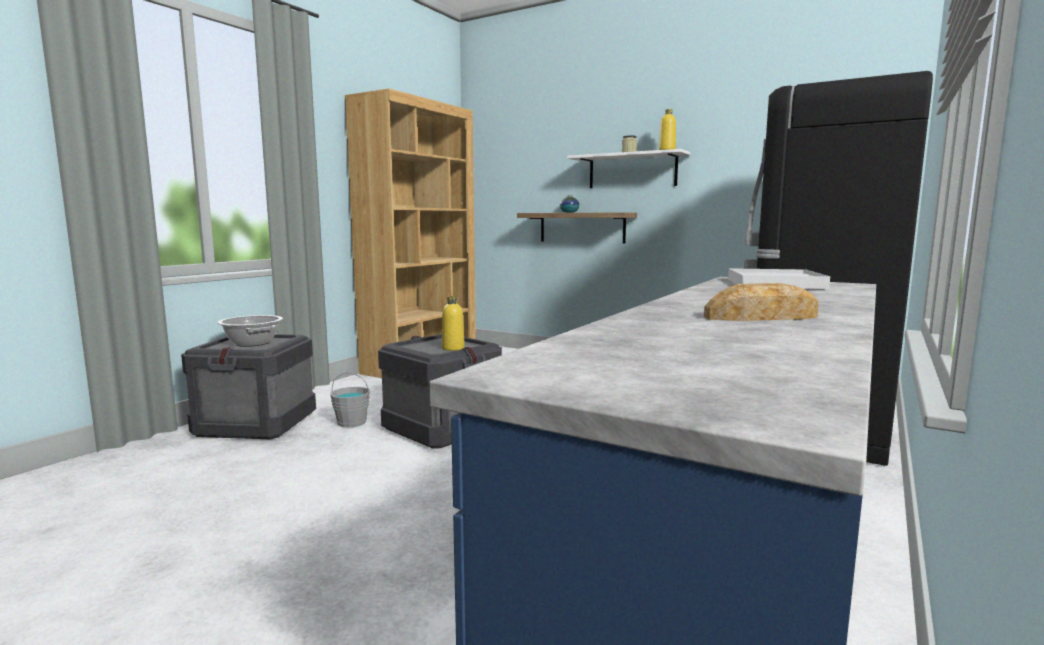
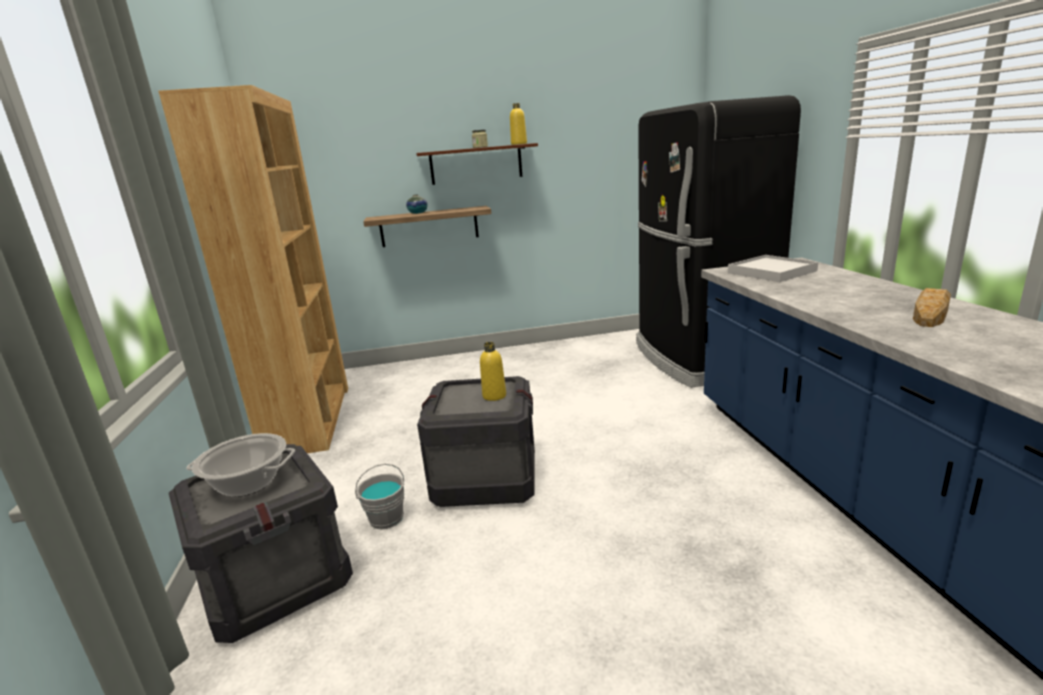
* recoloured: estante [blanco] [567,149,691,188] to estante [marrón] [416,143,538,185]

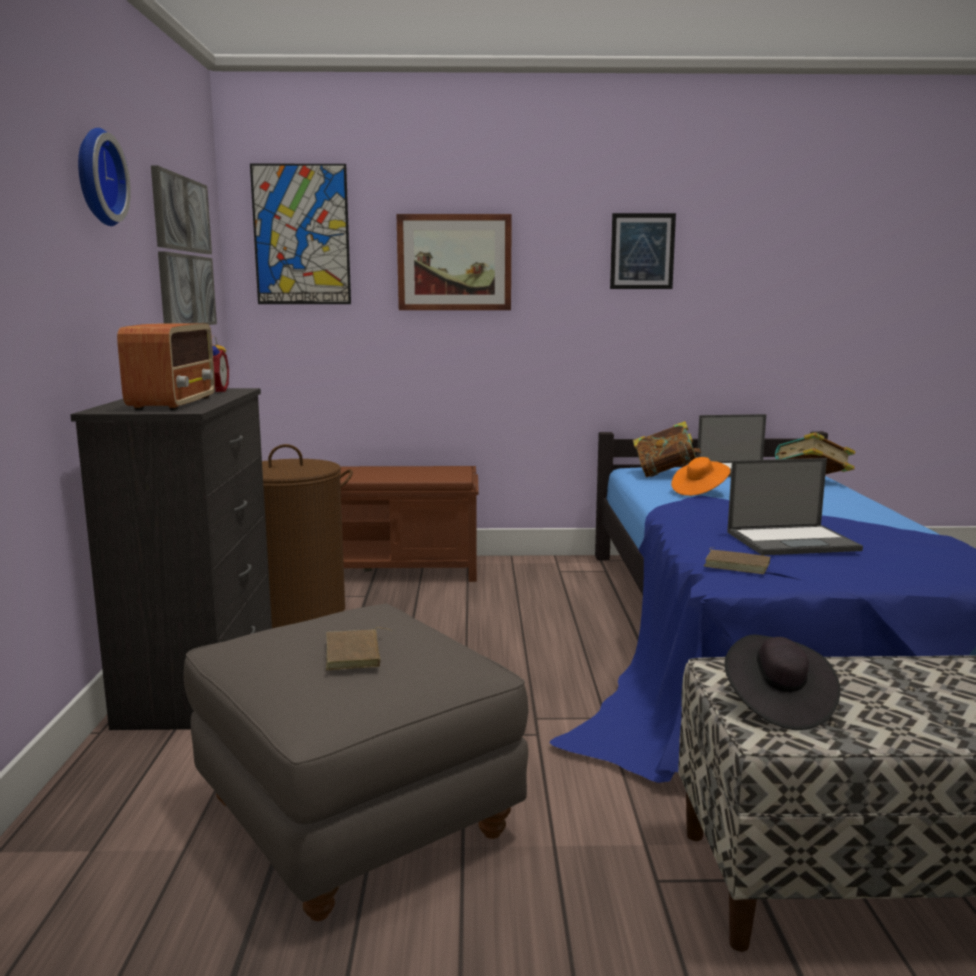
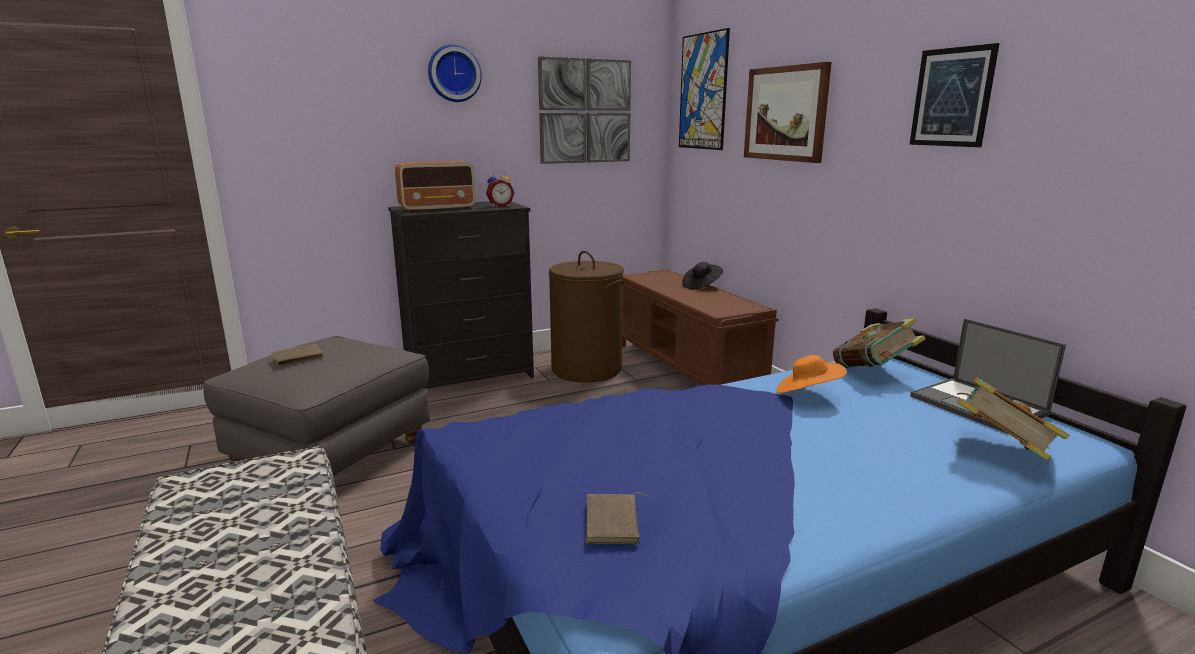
* removed: portátil [727,458,863,555]
* moved: libro [marrón] [704,547,770,574] to [586,492,650,544]
* moved: sombrero [negro] [724,634,840,730] to [682,262,723,289]

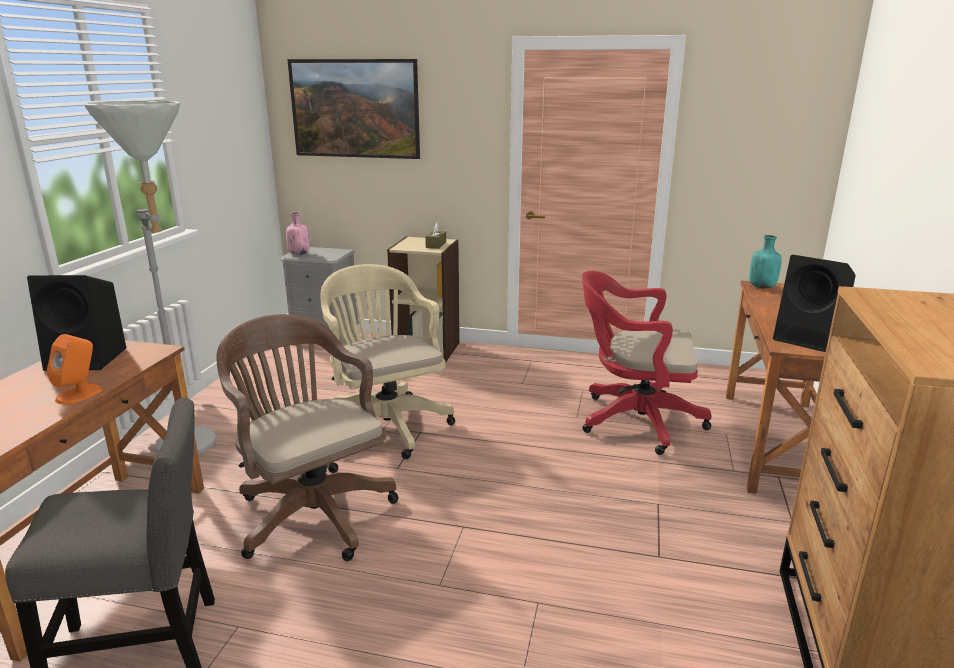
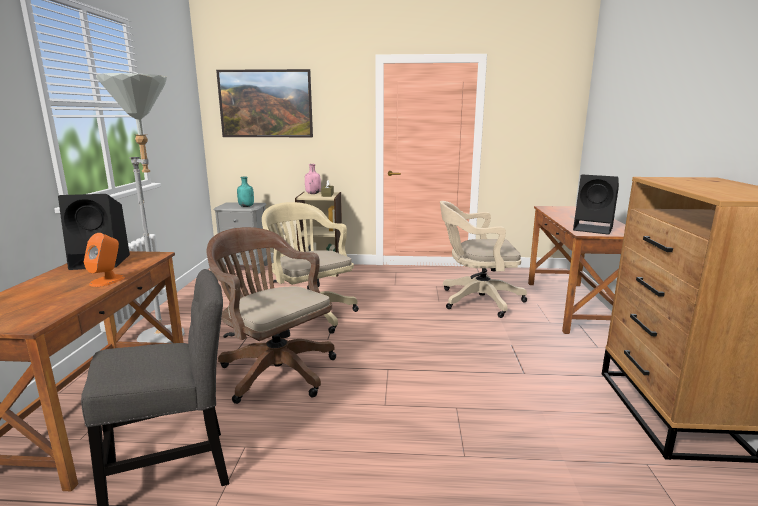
* moved: botella [rosa] [286,212,309,255] to [305,164,321,194]
* moved: botella [turquesa] [749,235,782,289] to [237,177,254,207]
* recoloured: silla de oficina [rojo] [582,271,711,455] to silla de oficina [beis] [440,201,527,318]

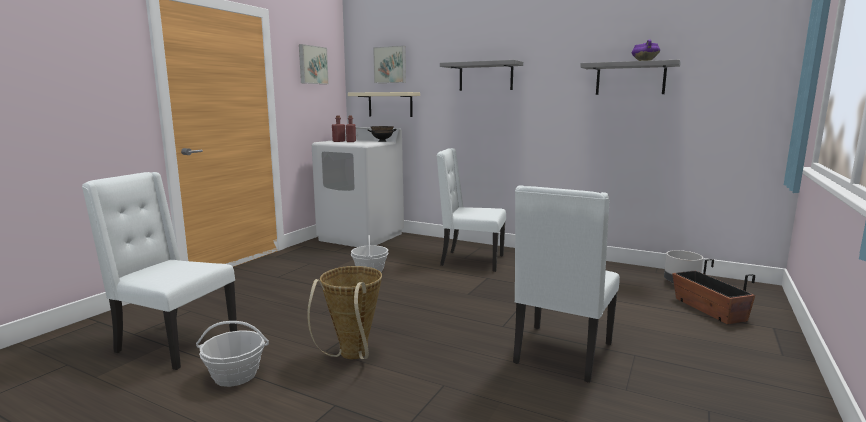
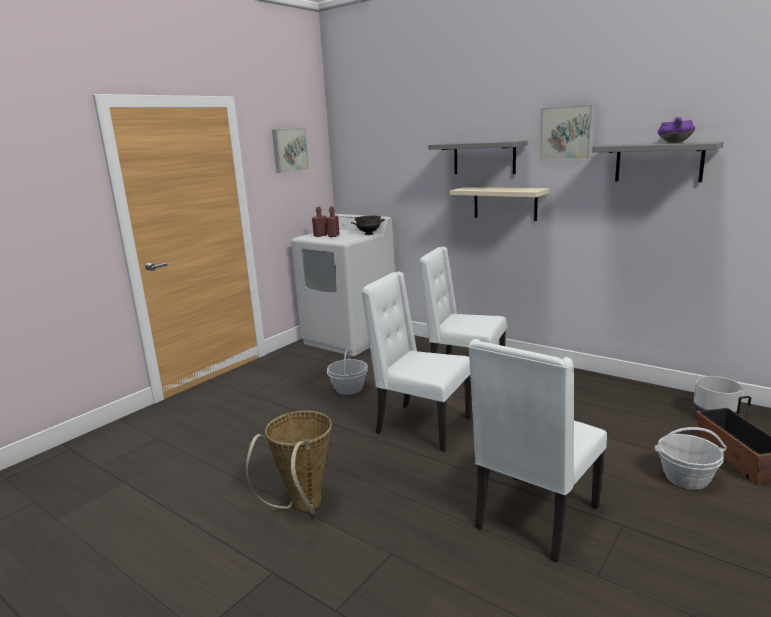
* moved: silla [blanco] [82,172,237,370] to [361,272,472,452]
* moved: cesta [196,321,269,387] to [654,427,727,490]
* moved: estante [beis] [348,92,420,117] to [449,187,550,221]
* moved: cuadro [373,46,406,83] to [540,105,594,160]

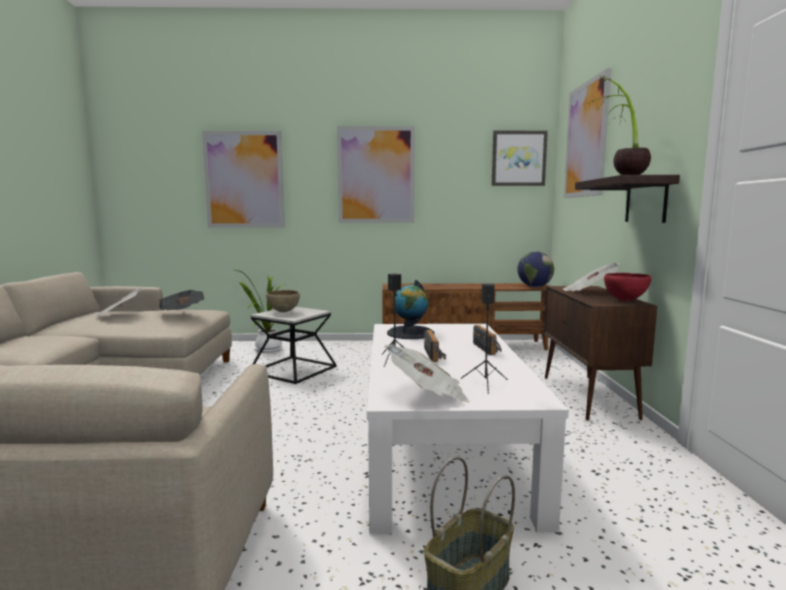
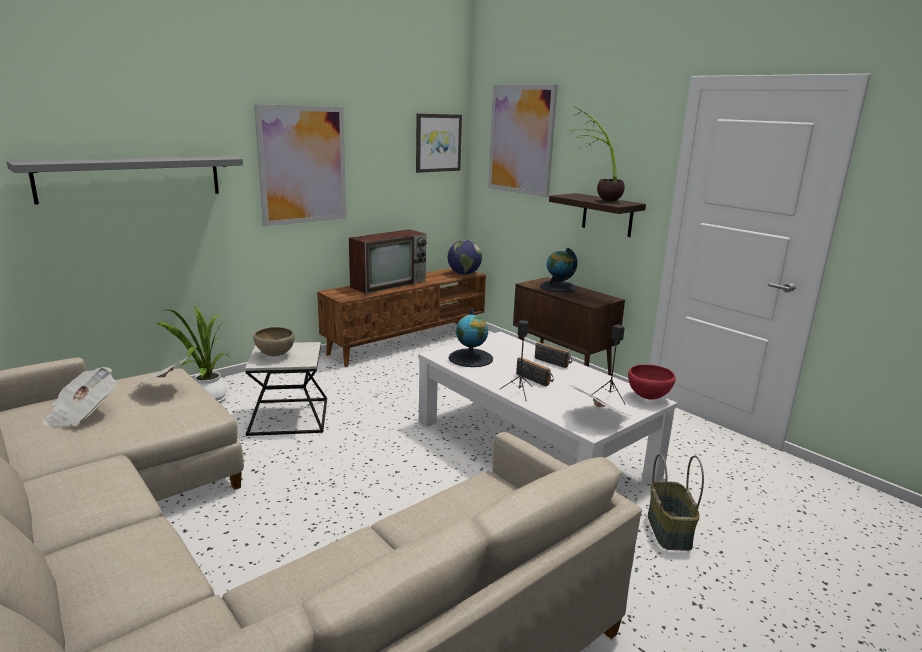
* added: televisor [349,229,427,294]
* moved: cuenco [rojo] [604,273,651,301] to [628,364,676,400]
* replaced: cuadro [202,131,285,228] to estante [gris] [6,156,243,205]
* replaced: periódico [563,263,620,291] to globo terráqueo [540,248,577,292]

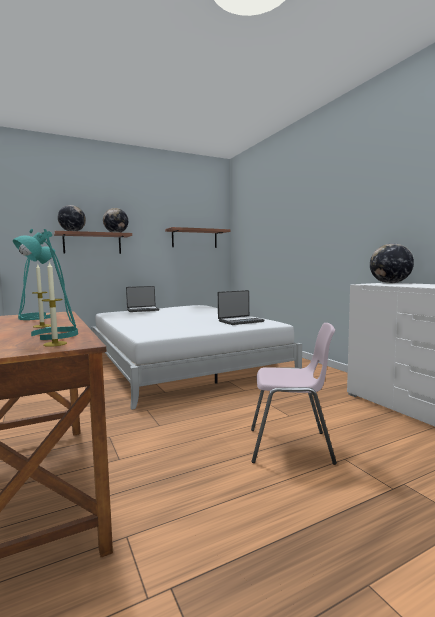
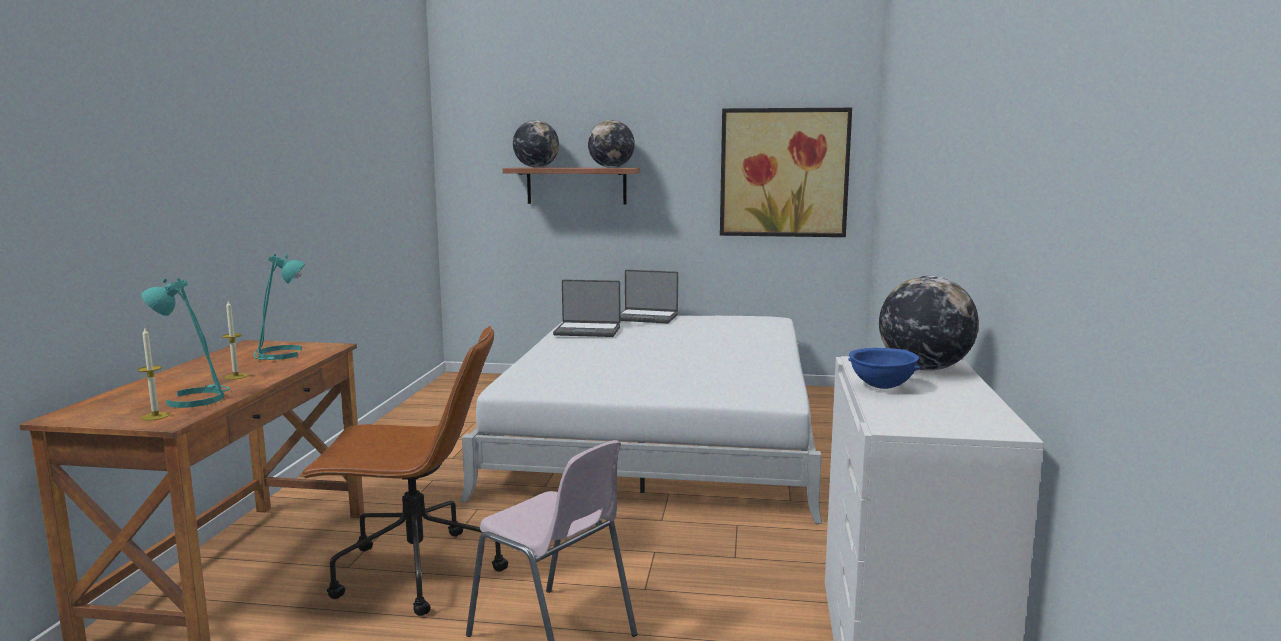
* added: silla de oficina [marrón] [300,326,508,616]
* added: cuenco [azul] [848,348,920,389]
* moved: portátil [218,290,264,325] to [553,280,620,337]
* replaced: estante [165,227,230,248] to cuadro [720,108,852,237]

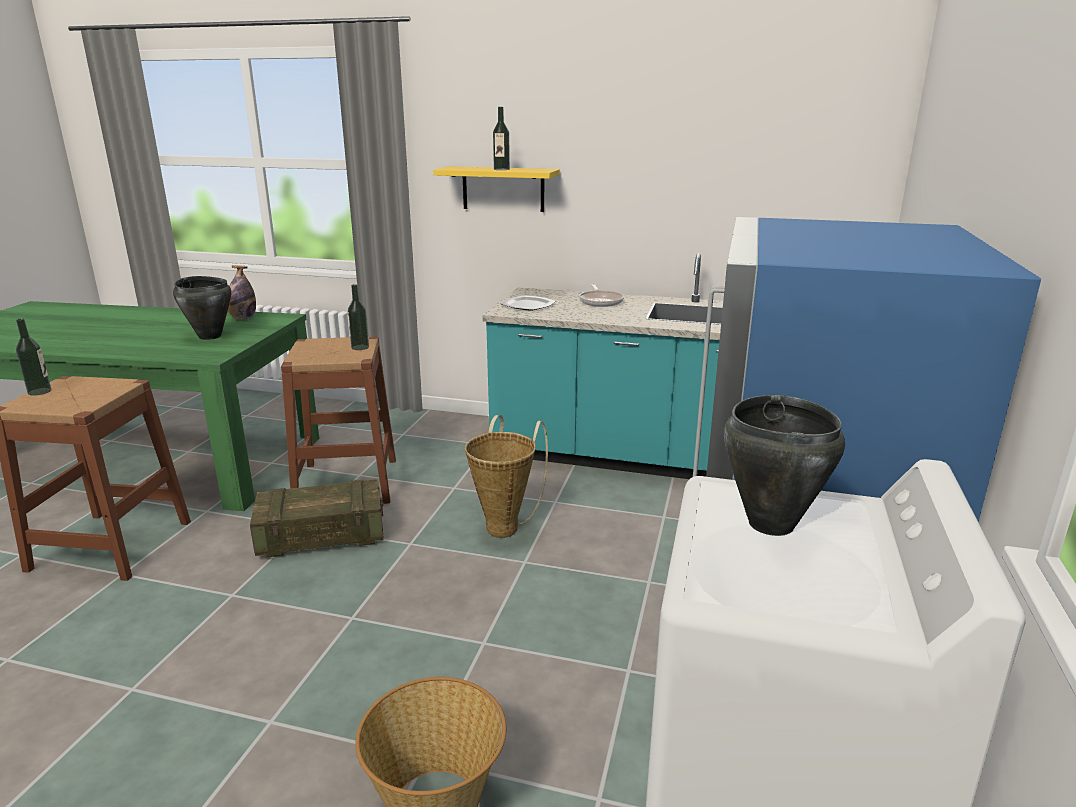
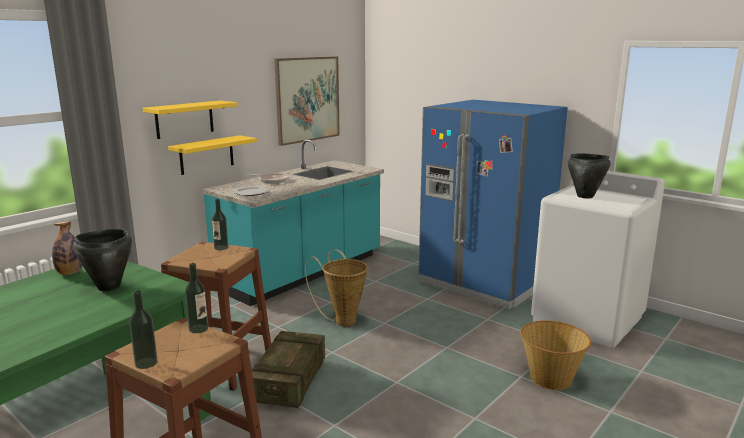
* added: estante [amarillo] [168,135,257,175]
* added: cuadro [274,56,340,146]
* moved: botella [493,107,510,170] to [185,263,209,333]

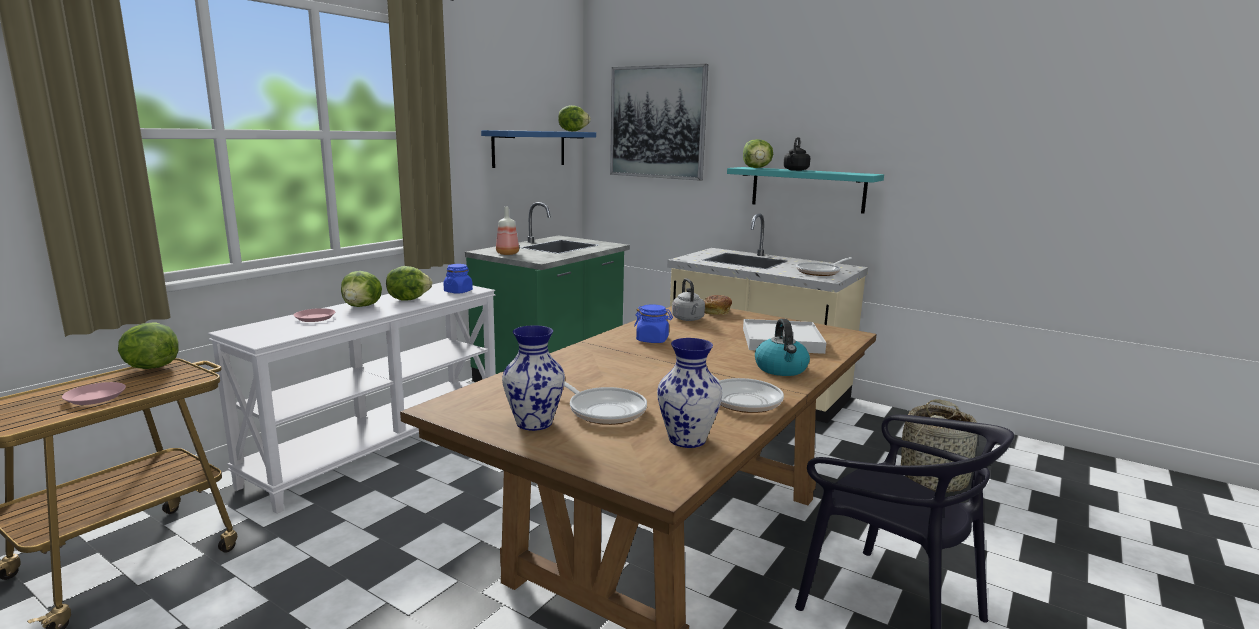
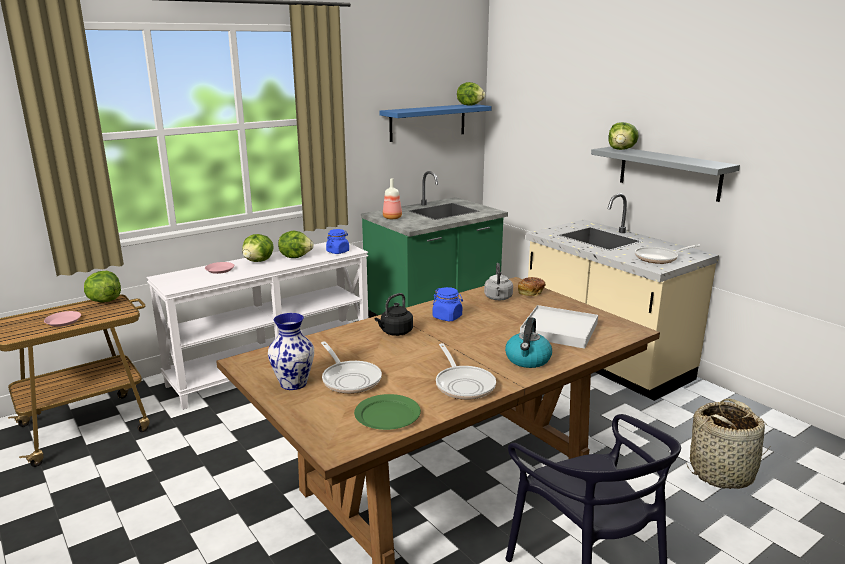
* removed: cuadro [610,64,708,181]
* moved: hervidor [negro] [783,137,810,171] to [375,293,413,336]
* replaced: florero [657,338,722,448] to plato [verde] [354,394,421,430]
* recoloured: estante [turquesa] [727,167,884,214] to estante [gris] [591,147,740,202]

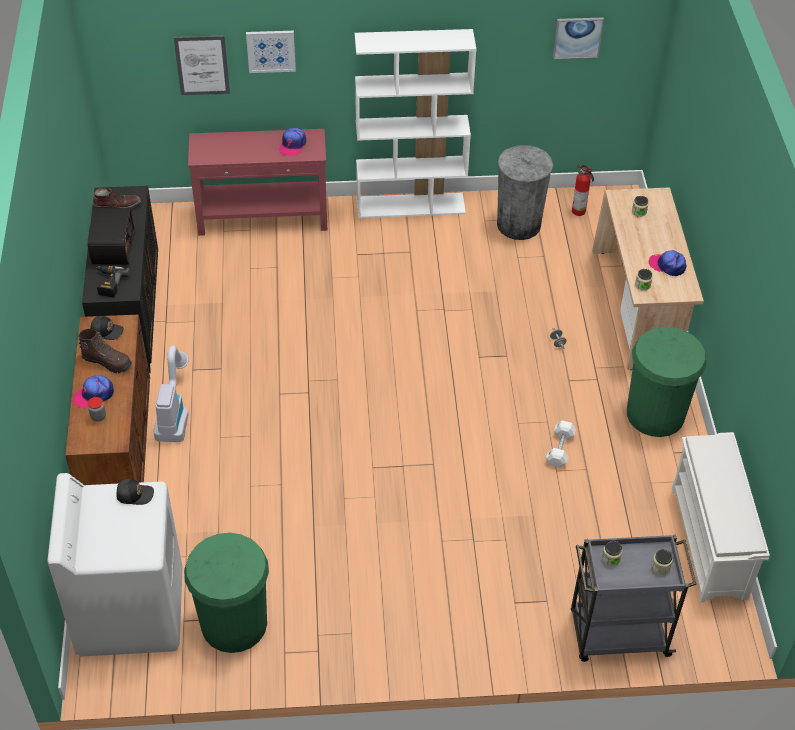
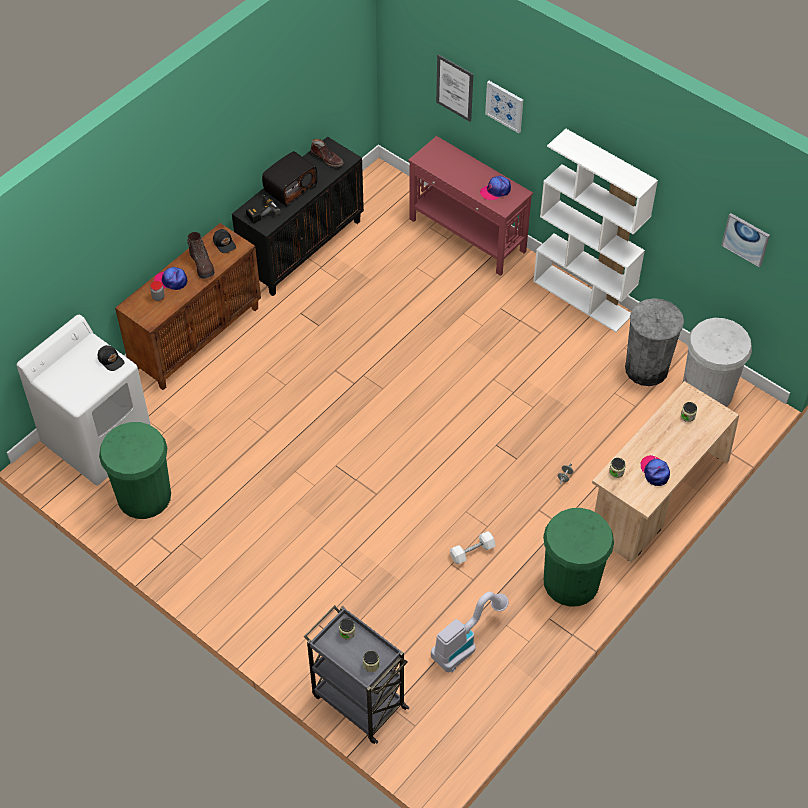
* removed: zapatero [blanco] [672,432,770,603]
* moved: aspiradora [154,345,189,442] to [431,592,508,672]
* replaced: extintor [572,165,594,216] to papelera [blanco] [683,318,752,407]

